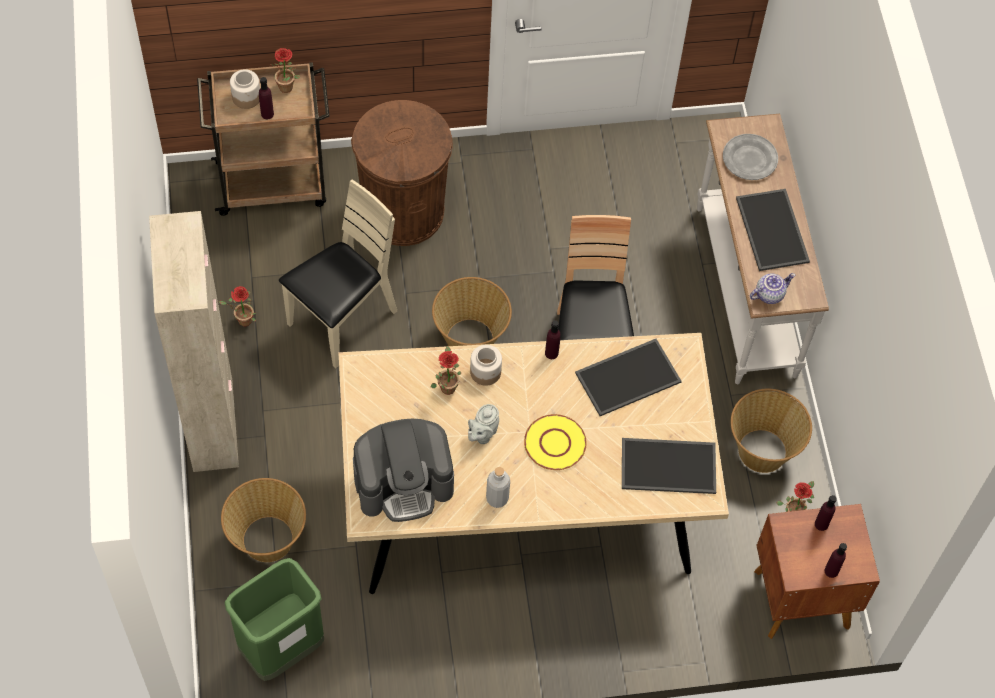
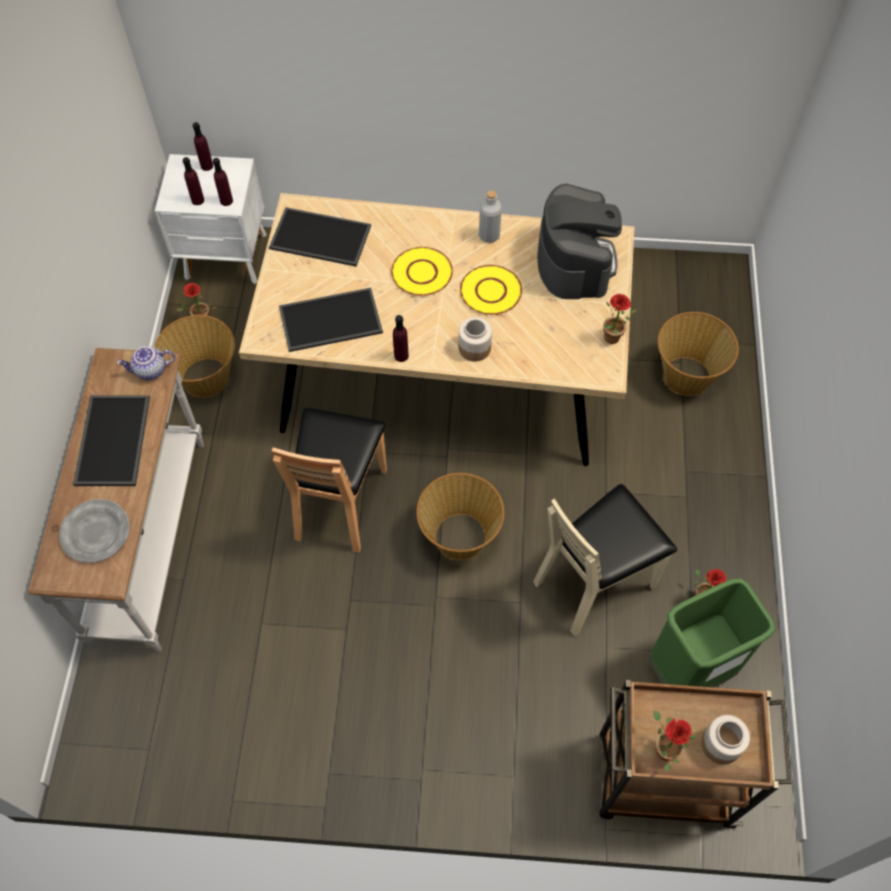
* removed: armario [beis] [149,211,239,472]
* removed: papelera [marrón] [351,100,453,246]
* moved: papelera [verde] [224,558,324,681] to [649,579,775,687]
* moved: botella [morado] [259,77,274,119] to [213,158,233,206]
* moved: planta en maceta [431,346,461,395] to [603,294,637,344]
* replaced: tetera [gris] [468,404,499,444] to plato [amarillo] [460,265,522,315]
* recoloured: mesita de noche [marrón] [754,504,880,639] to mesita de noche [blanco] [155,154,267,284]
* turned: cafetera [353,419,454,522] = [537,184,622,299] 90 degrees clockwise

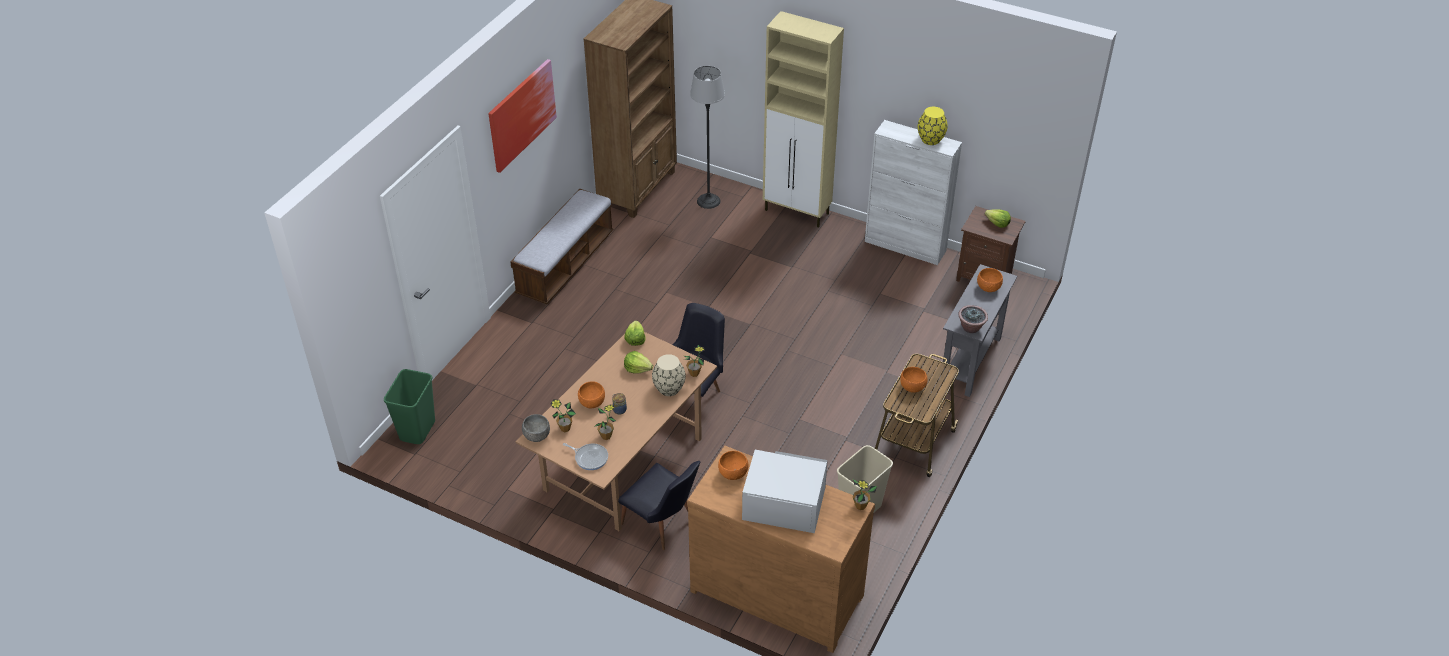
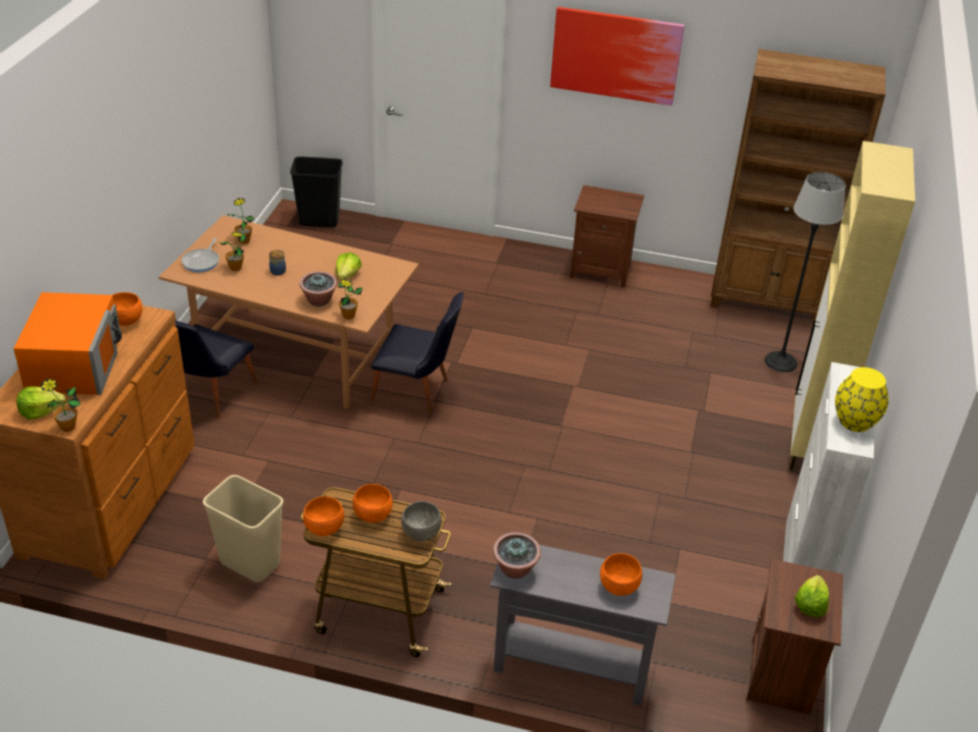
* moved: cuenco [gris] [522,414,550,442] to [401,501,442,541]
* moved: cuenco [naranja] [578,381,605,408] to [303,496,344,536]
* moved: lechuga [624,321,645,346] to [16,386,65,419]
* replaced: banco [510,189,613,305] to mesita de noche [marrón] [570,185,644,288]
* replaced: florero [beis] [652,354,686,396] to planta en maceta [299,271,337,306]
* recoloured: papelera [verde] [384,369,435,444] to papelera [negro] [290,156,343,228]
* recoloured: microondas [blanco] [742,450,828,533] to microondas [naranja] [13,292,122,395]

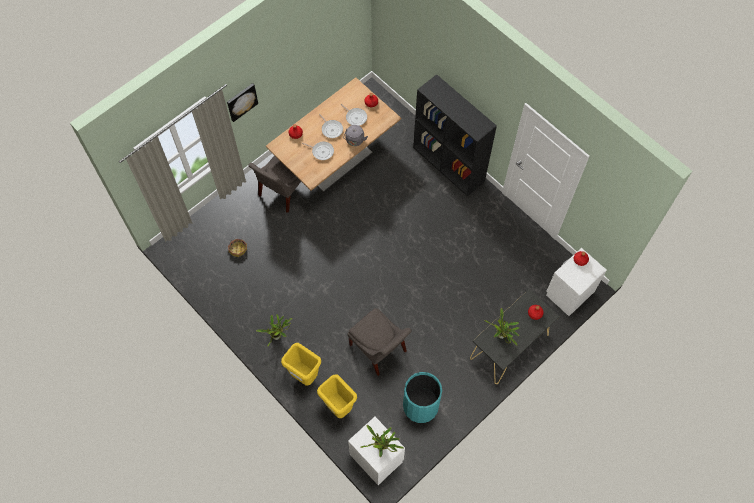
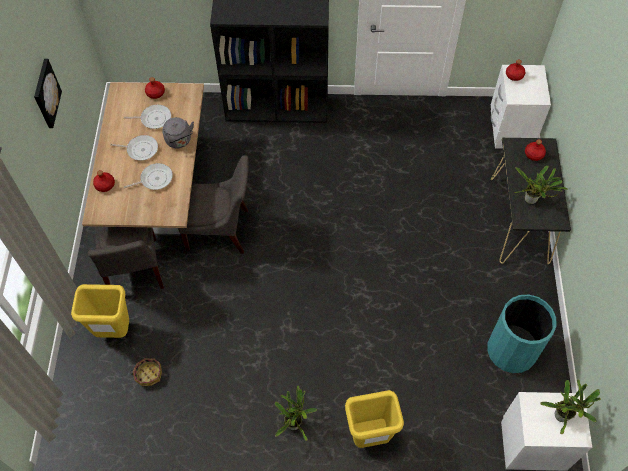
* moved: cuadro [227,83,258,122] to [34,59,62,128]
* moved: papelera [amarillo] [317,374,357,418] to [71,284,129,338]
* moved: silla [gris] [348,308,412,376] to [178,155,249,254]

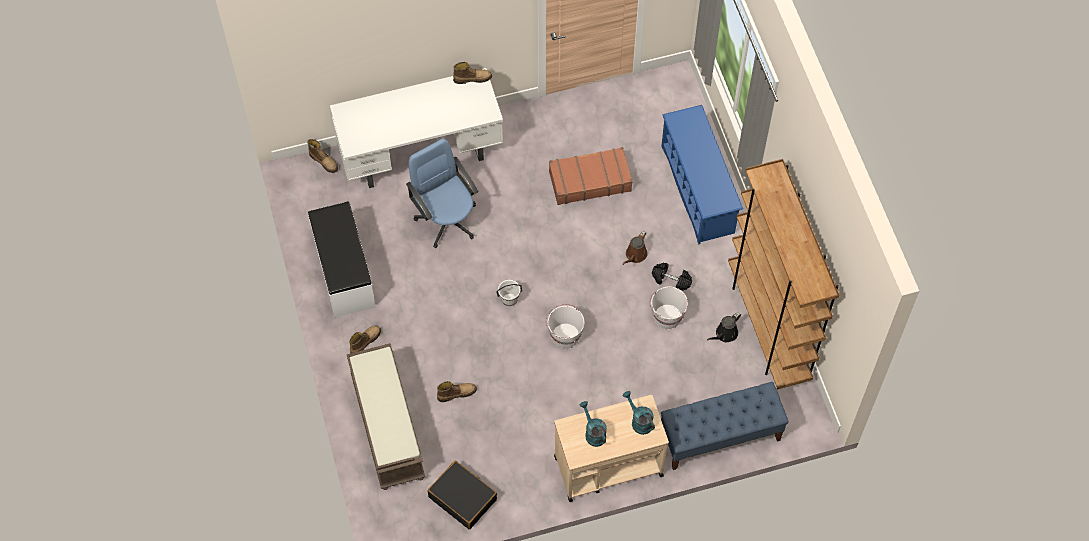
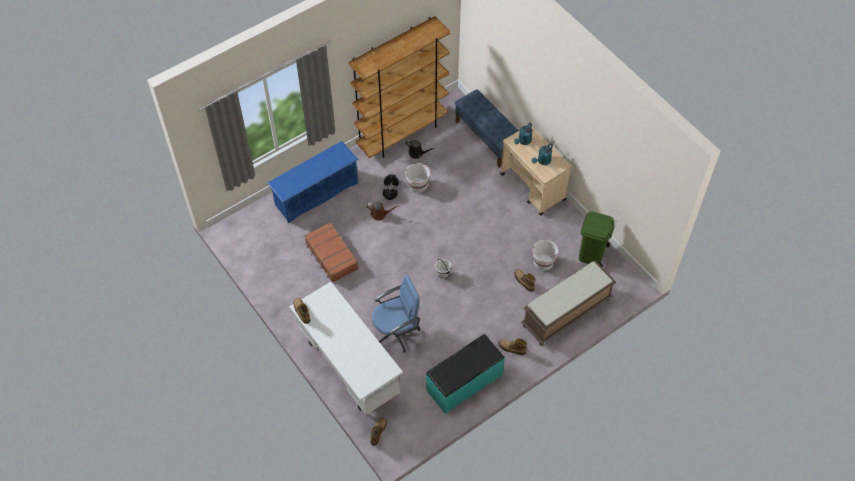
* moved: cubo [blanco] [546,304,585,349] to [532,240,559,271]
* replaced: maleta [negro] [427,461,497,530] to papelera [verde] [579,211,615,268]
* recoloured: banco [blanco] [308,201,376,317] to banco [turquesa] [426,334,505,414]
* turned: silla de oficina [azul] [406,139,478,248] = [372,275,420,352] 150 degrees counterclockwise

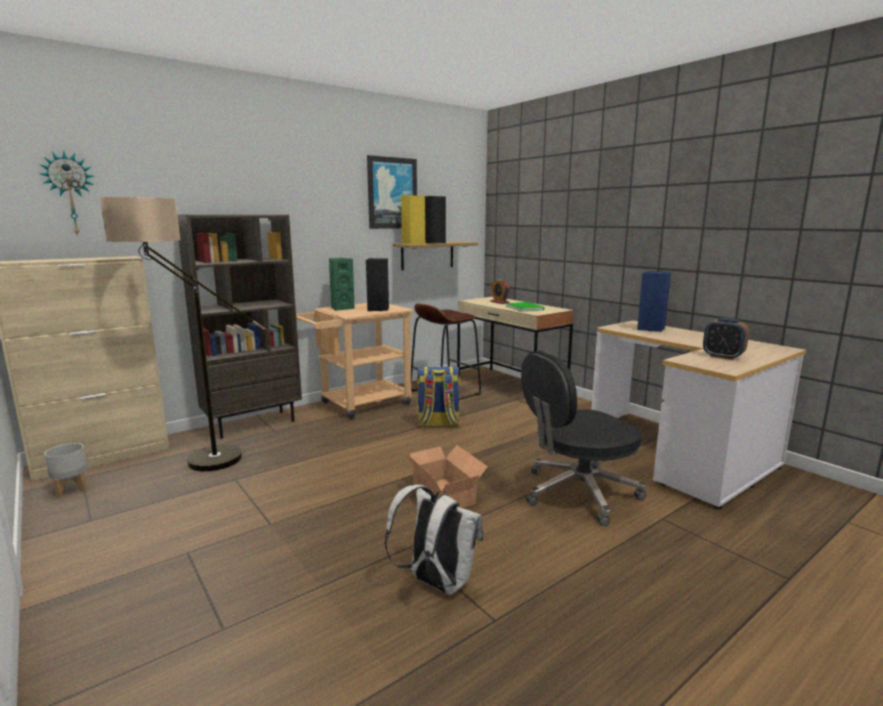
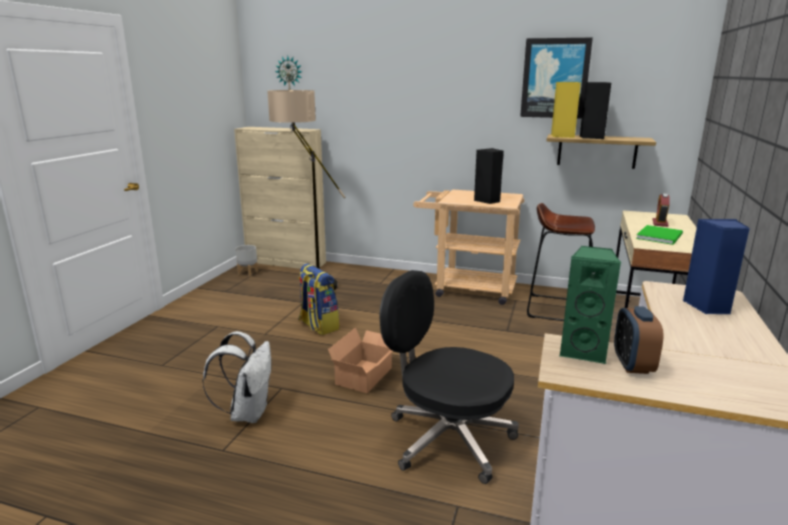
* removed: estantería [marrón] [177,214,302,439]
* moved: altavoz [verde] [329,258,355,311] to [559,246,621,364]
* moved: mochila [417,367,460,427] to [298,263,339,335]

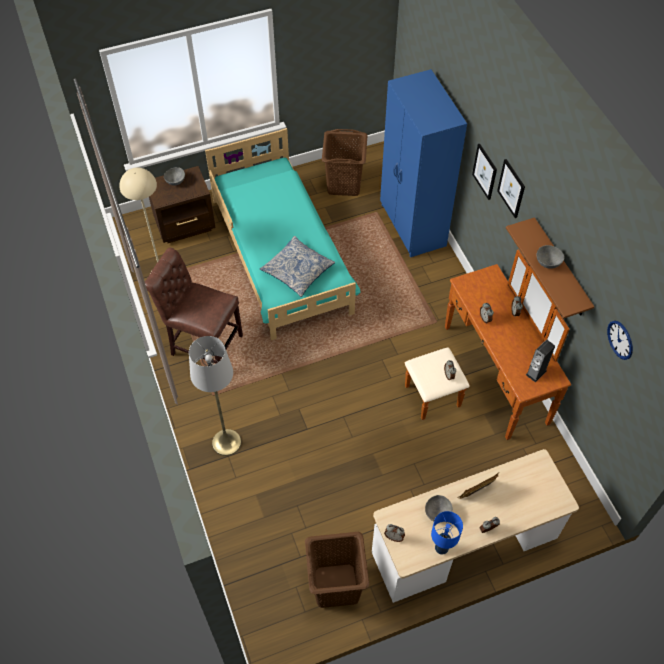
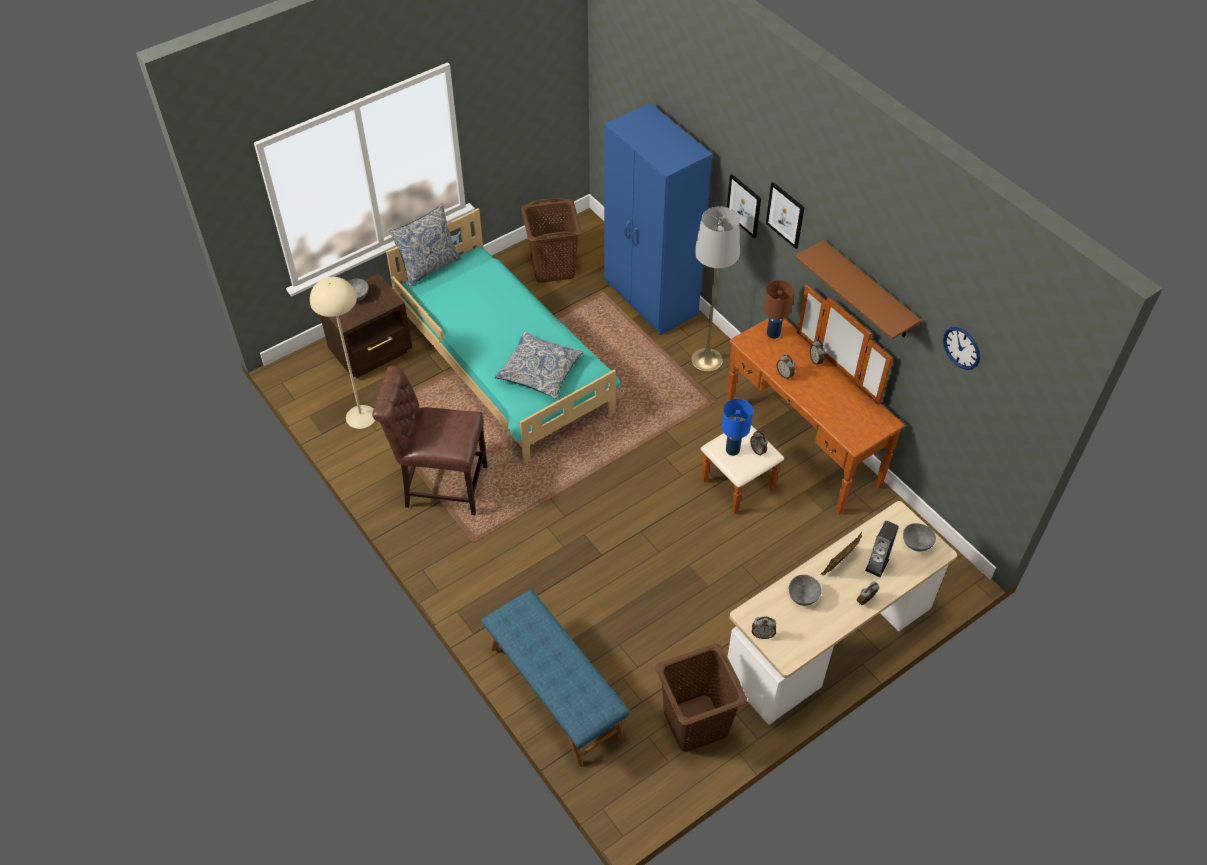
* added: cojín [390,203,461,287]
* added: banco [azul] [481,589,629,767]
* added: lámpara de mesa [marrón] [763,280,795,339]
* moved: lámpara de pie [gris] [189,336,241,456] to [691,206,740,373]
* moved: lámpara de mesa [azul] [431,511,463,555] to [721,399,753,456]
* moved: altavoz [526,340,555,383] to [865,520,899,577]
* moved: cuenco [gris] [537,245,564,269] to [903,523,936,551]

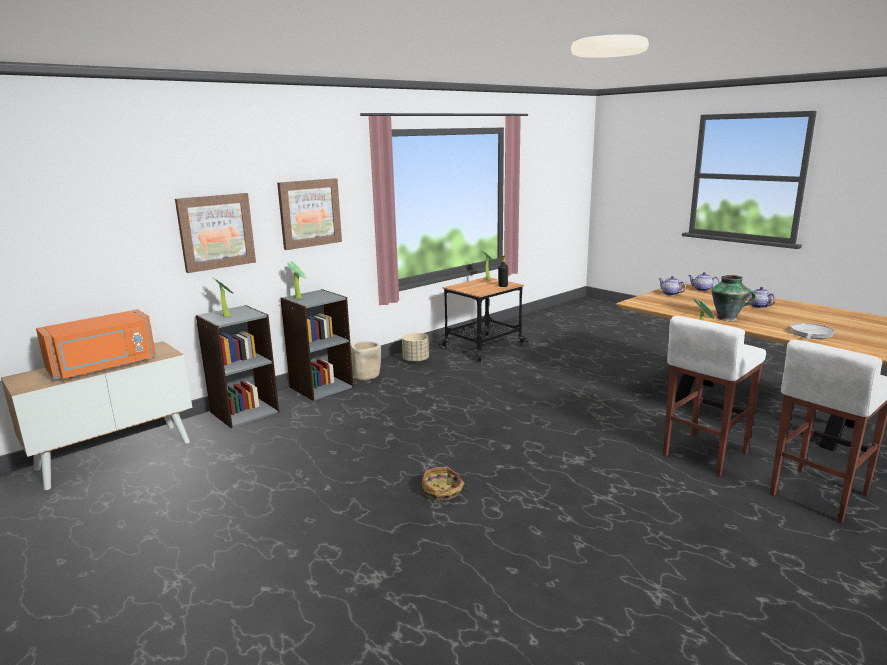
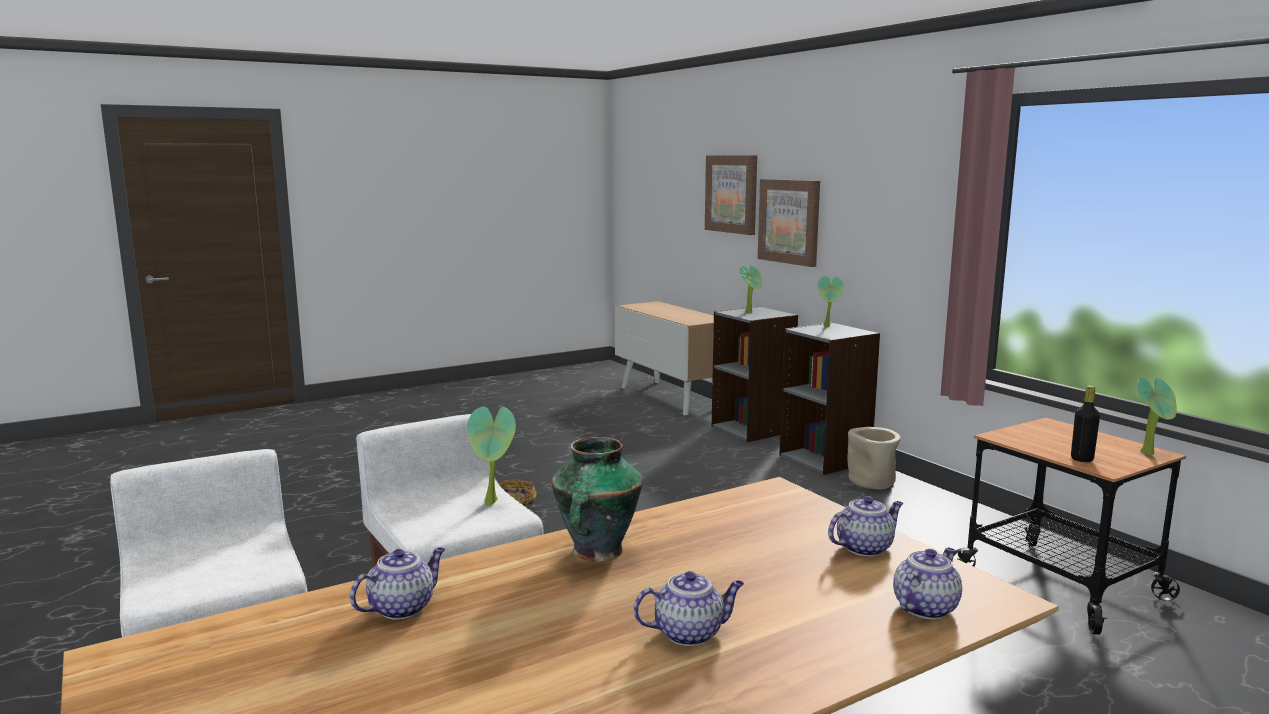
* removed: microondas [naranja] [36,309,156,379]
* removed: maceta [beis] [402,333,429,363]
* moved: cuadro [277,178,342,250] to [705,155,757,235]
* replaced: sartén [790,323,835,339] to tetera [350,547,445,620]

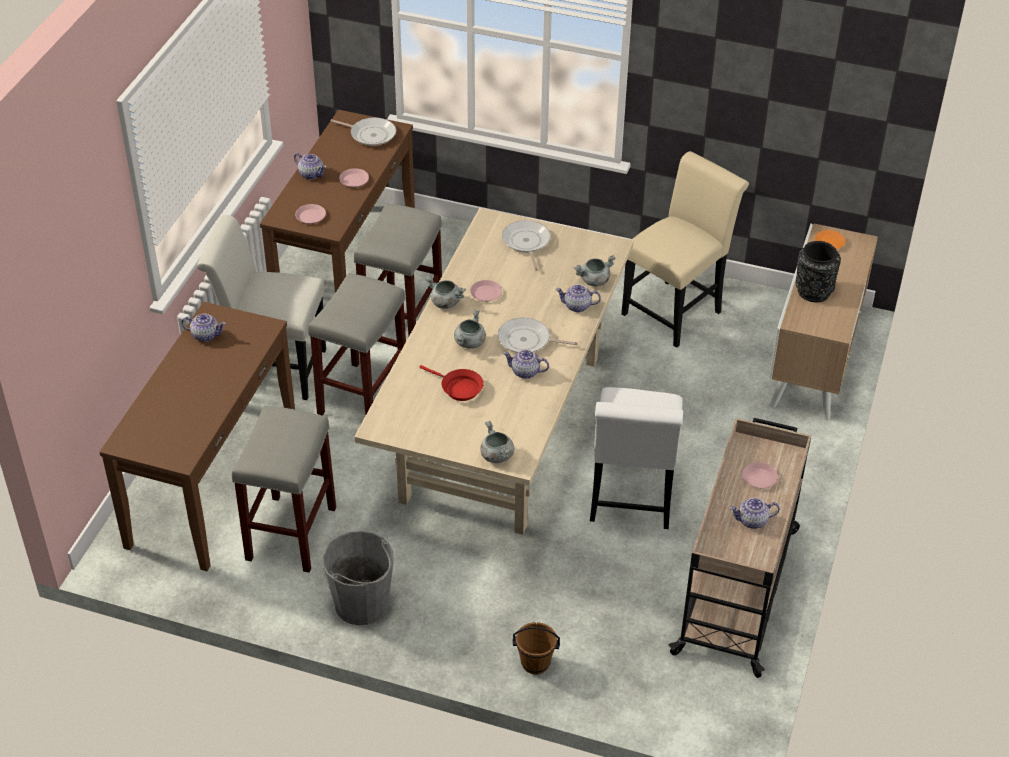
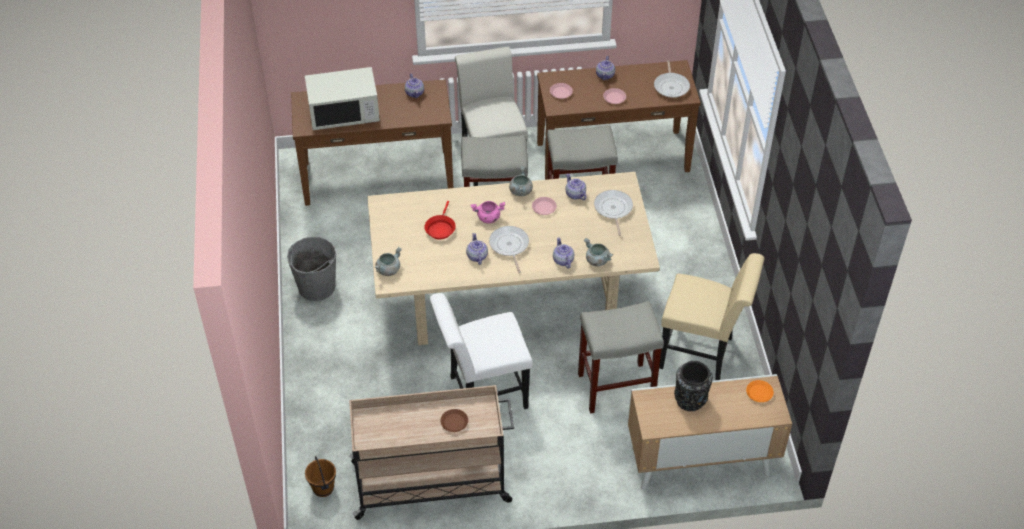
* added: microondas [blanco] [305,67,380,130]
* moved: taburete [gris] [232,406,336,573] to [578,301,664,414]
* moved: cubo [marrón] [513,622,560,674] to [305,456,336,497]
* moved: tetera [730,497,780,529] to [566,173,587,200]
* recoloured: olla [gris] [454,309,486,349] to olla [rosa] [471,201,505,223]
* recoloured: plato [rosa] [742,462,778,488] to plato [marrón] [440,409,468,432]
* turned: sartén [502,220,551,271] = [594,190,633,236] 60 degrees counterclockwise

